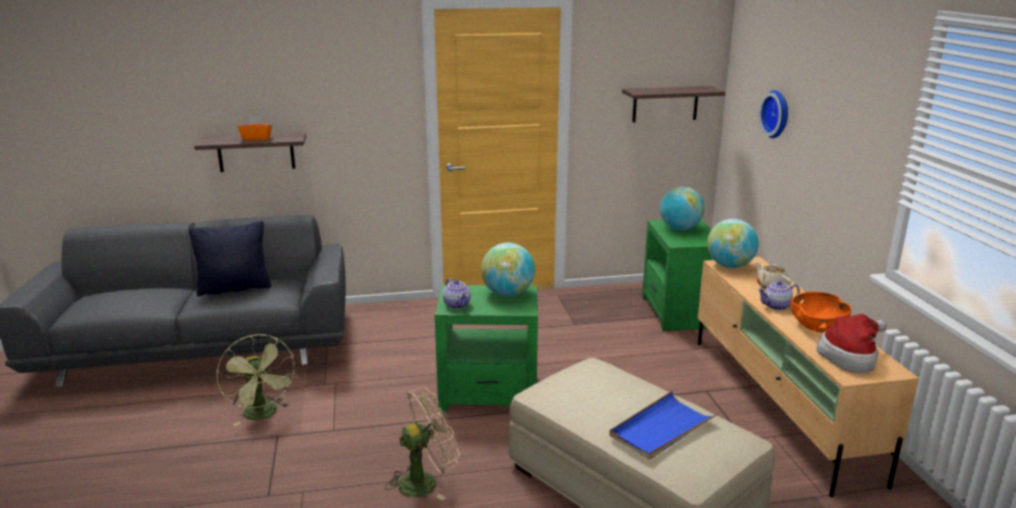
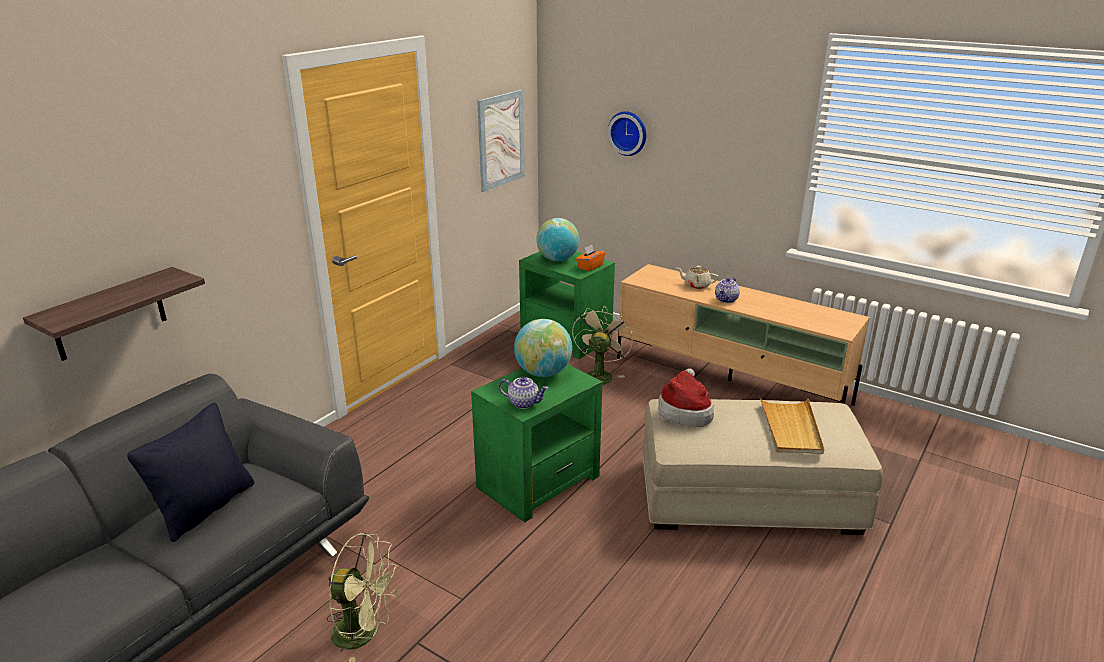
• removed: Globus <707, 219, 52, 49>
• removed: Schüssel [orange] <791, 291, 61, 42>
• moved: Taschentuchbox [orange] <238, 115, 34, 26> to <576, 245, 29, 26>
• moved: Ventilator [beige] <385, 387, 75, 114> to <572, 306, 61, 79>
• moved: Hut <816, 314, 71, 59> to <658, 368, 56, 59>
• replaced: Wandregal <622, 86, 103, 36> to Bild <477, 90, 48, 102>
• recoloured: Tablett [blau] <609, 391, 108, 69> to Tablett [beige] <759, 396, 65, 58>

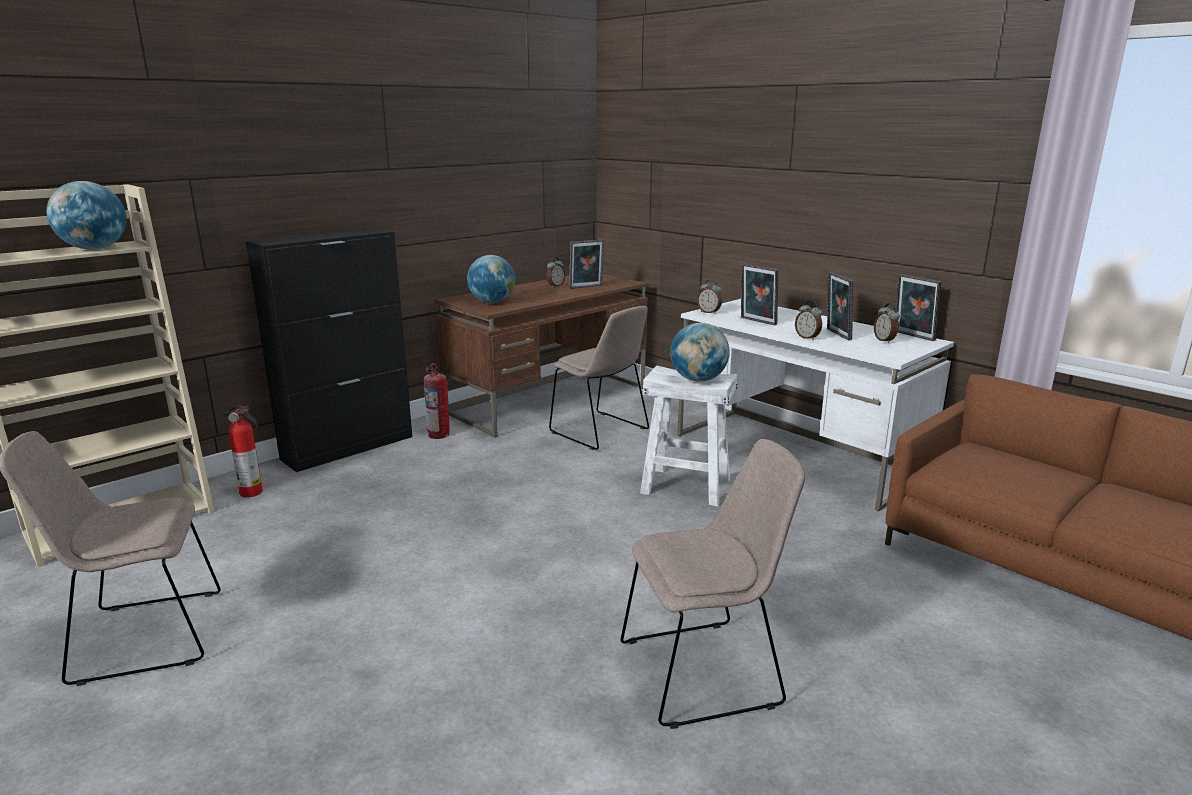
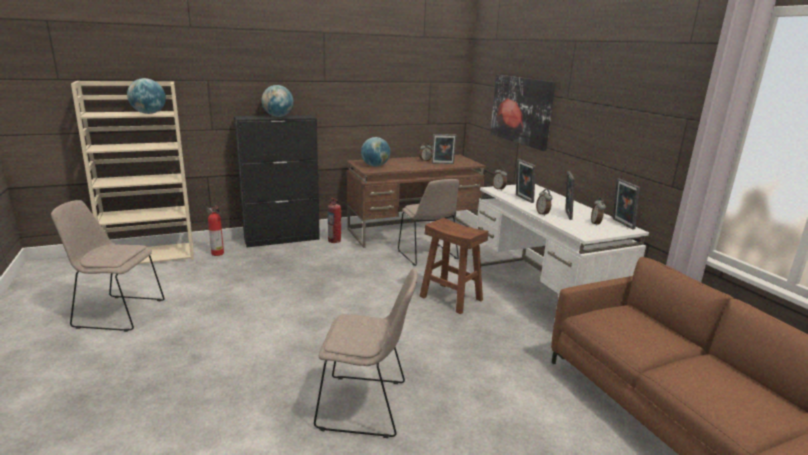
• added: Bild <490, 75, 66, 76>
• moved: Globus <670, 323, 60, 59> to <262, 85, 32, 32>
• recoloured: Hocker [weiß] <640, 366, 98, 140> to Hocker [braun] <419, 218, 69, 96>

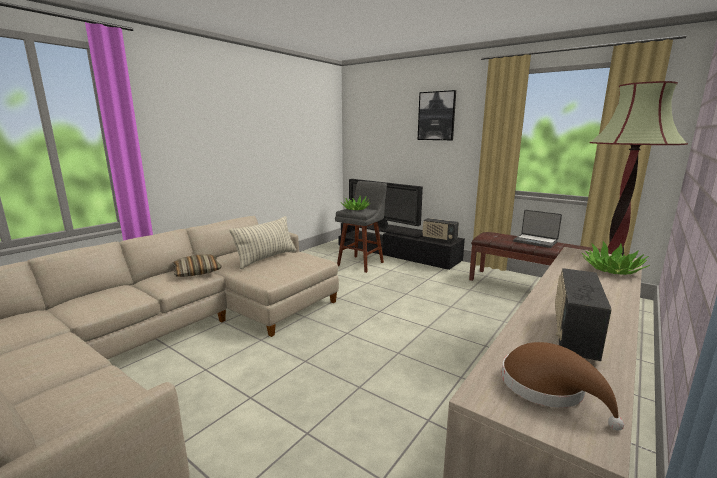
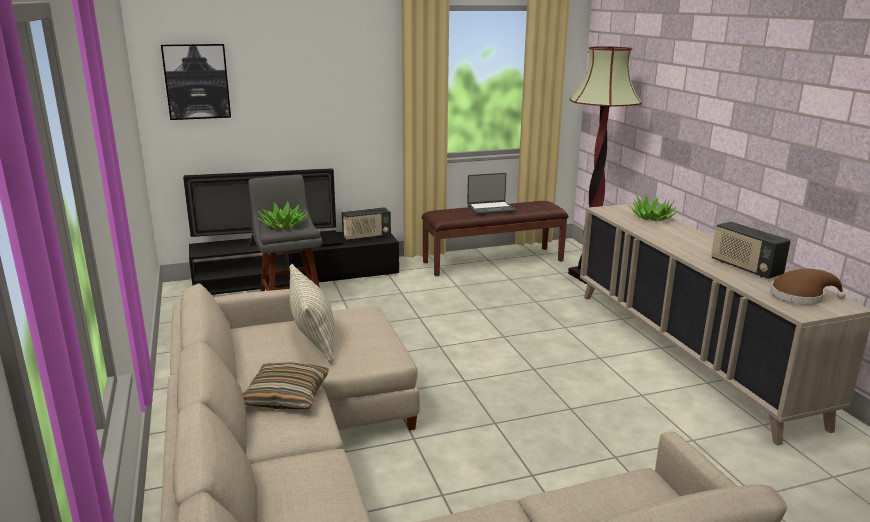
• moved: Bild <418, 90, 38, 50> to <161, 44, 70, 76>

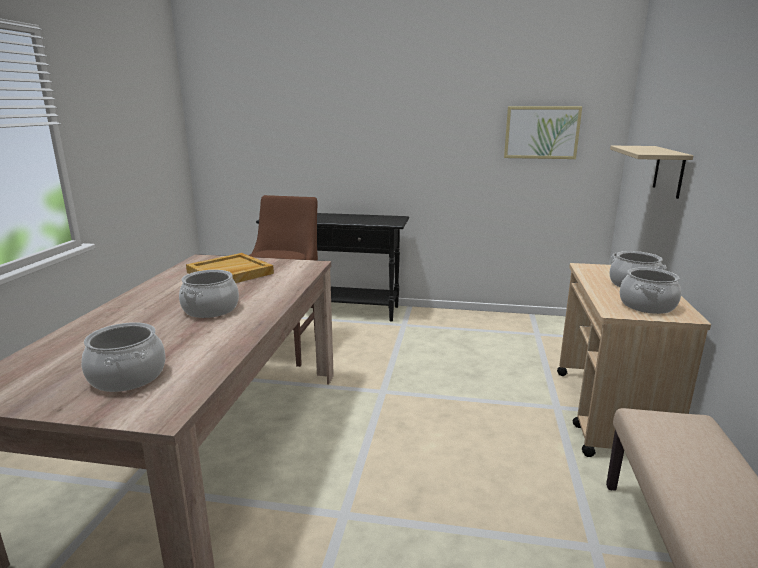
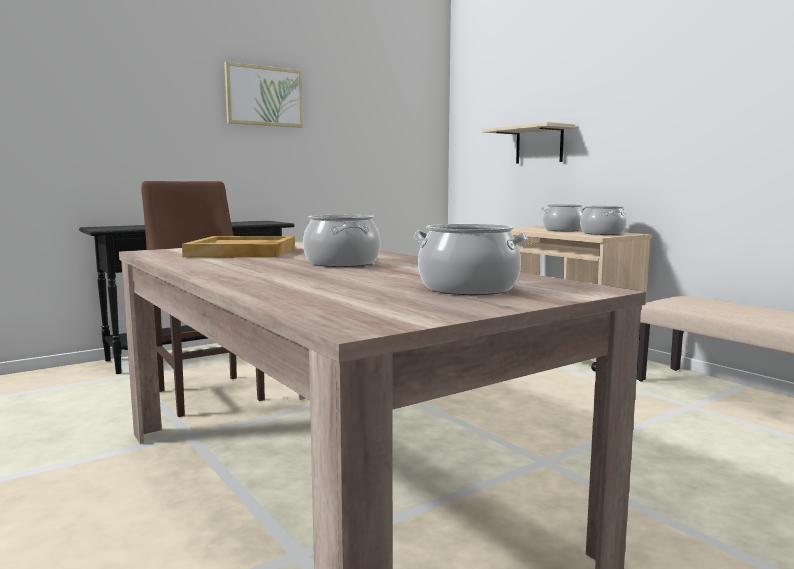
• moved: Bild <504, 106, 78, 53> to <224, 62, 79, 66>

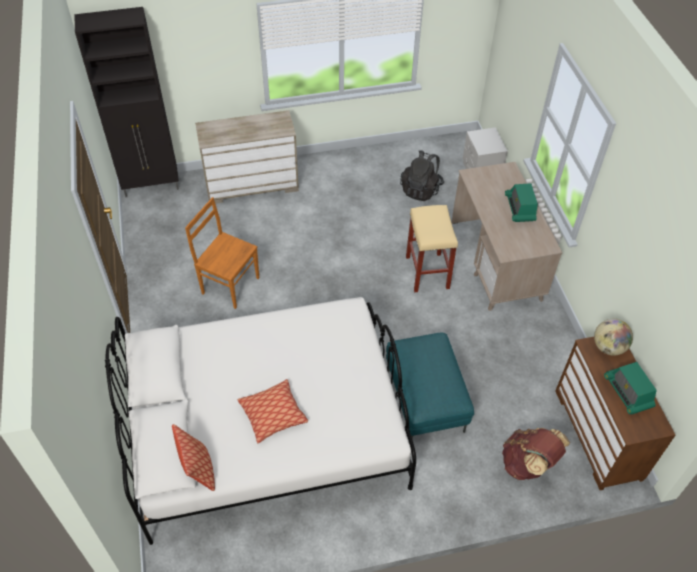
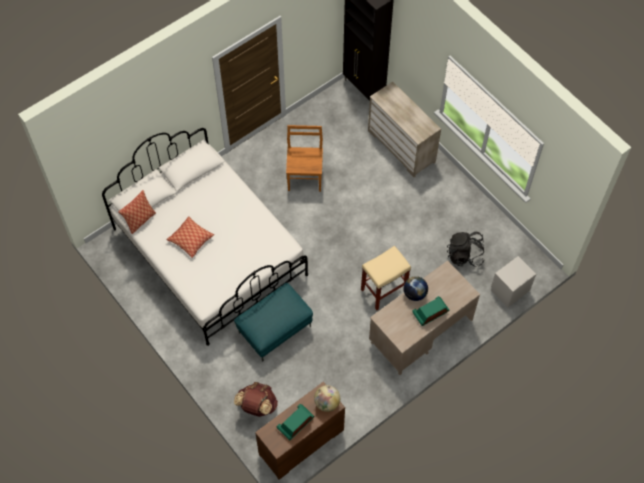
• added: Globus <404, 276, 24, 25>

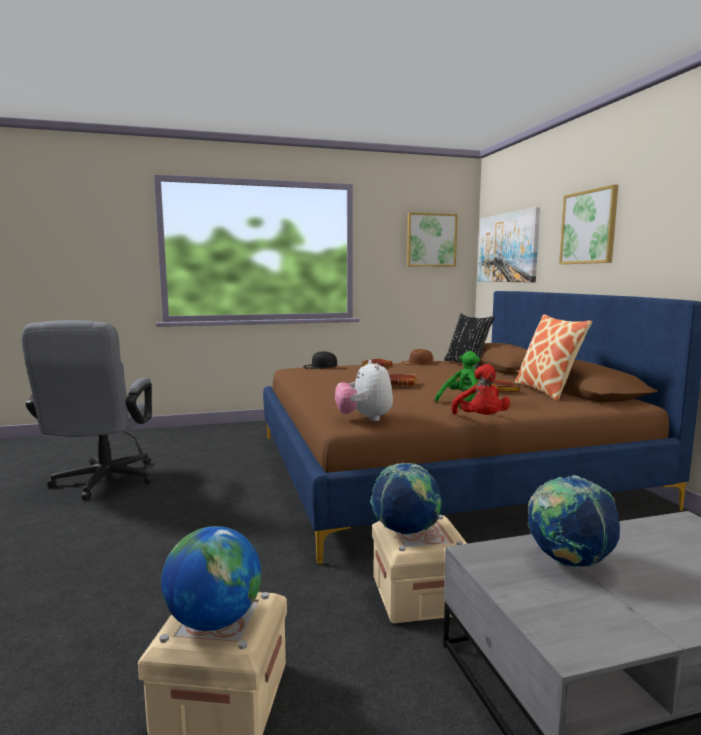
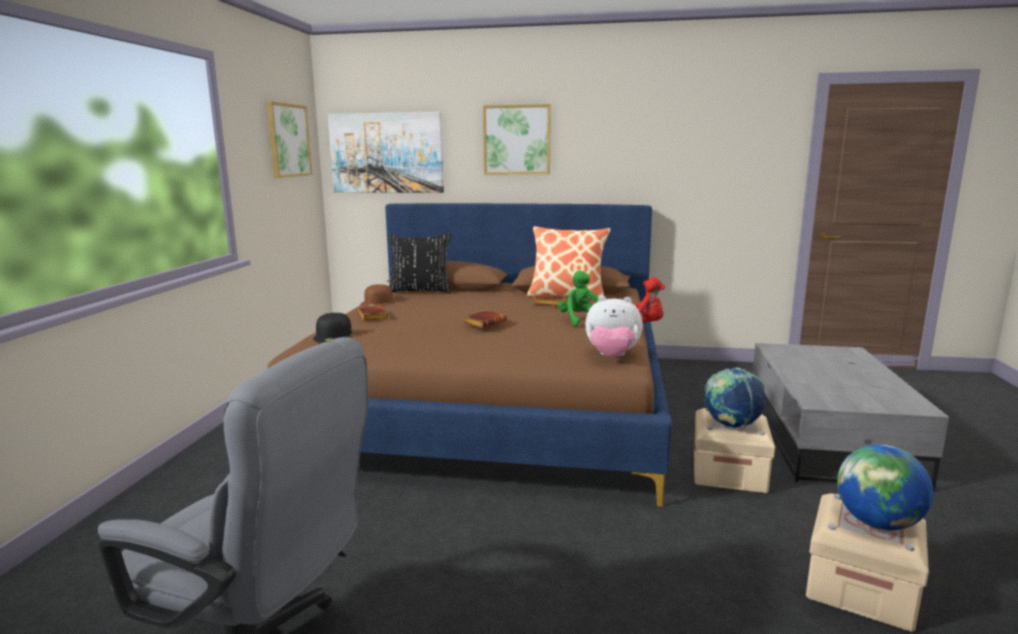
• removed: Globus <527, 475, 93, 93>

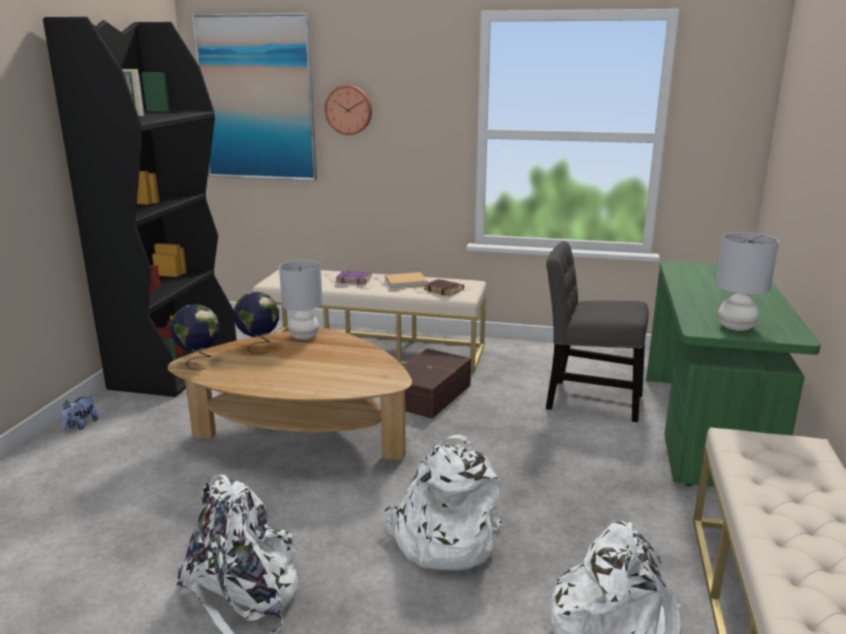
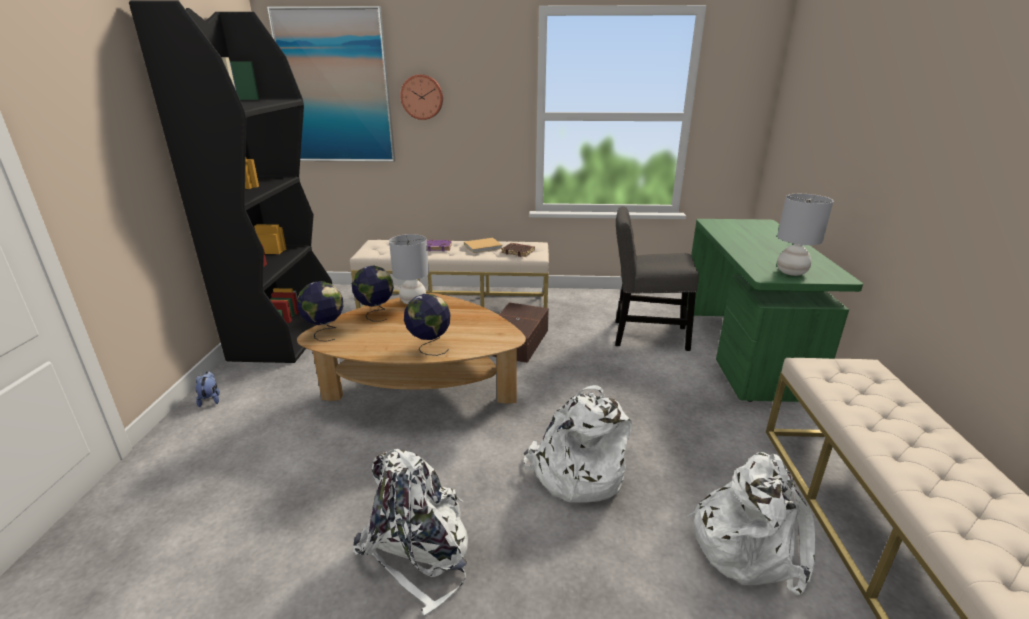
• added: Globus <404, 294, 47, 62>
• turned: Plüschtier <61, 395, 38, 35> = <196, 371, 24, 36> 150 degrees clockwise

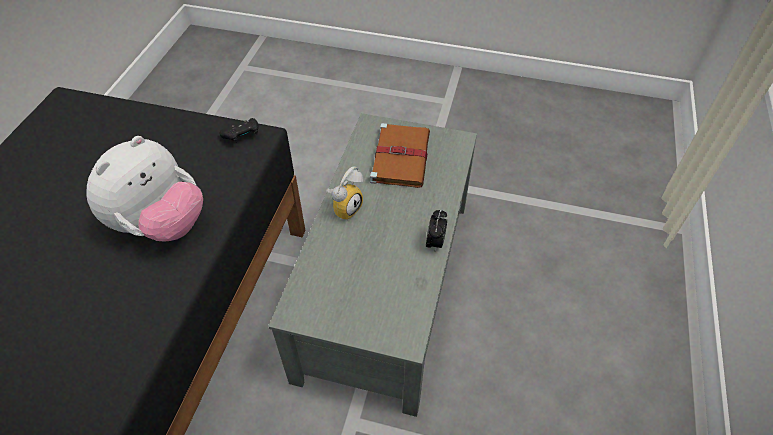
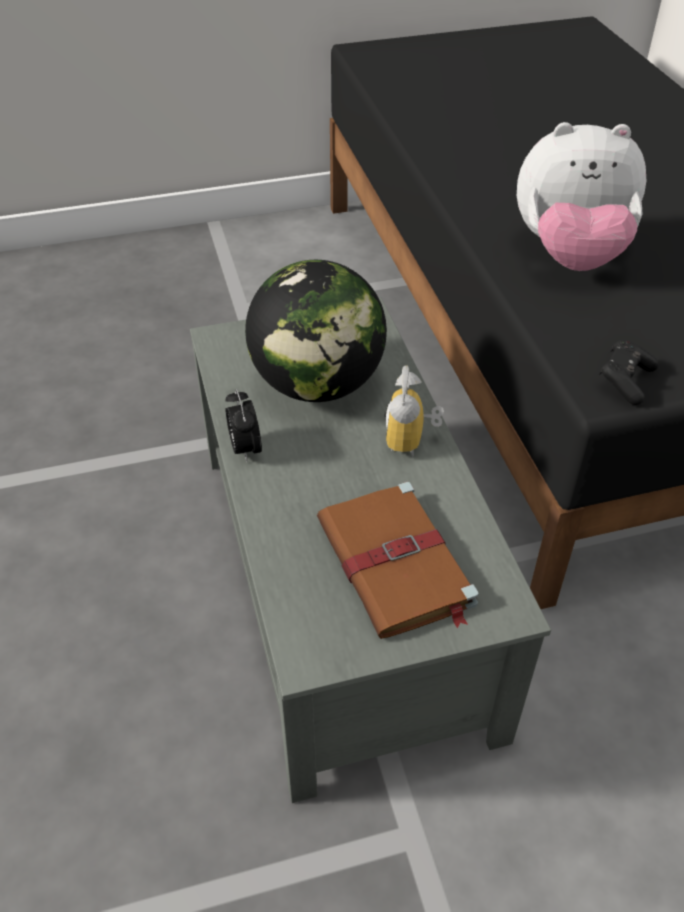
• added: Globus <245, 260, 142, 142>
• turned: Plüschtier <86, 136, 117, 105> = <517, 122, 129, 149> 90 degrees counterclockwise

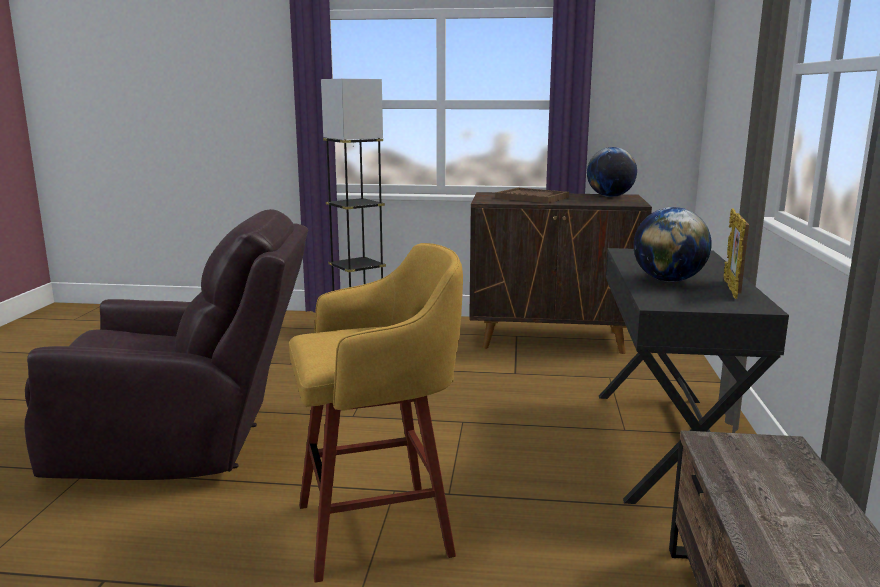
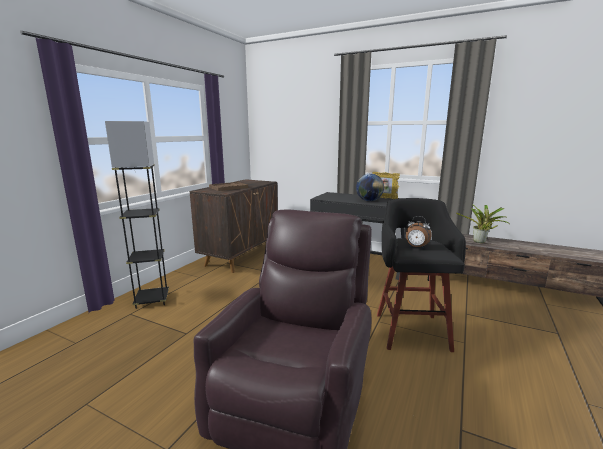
• removed: Globus <587, 147, 50, 50>
• added: Wecker <406, 216, 25, 32>
• added: Topfpflanze <456, 204, 52, 39>
• recoloured: Hocker [gelb] <289, 243, 174, 340> to Hocker [schwarz] <377, 198, 89, 154>

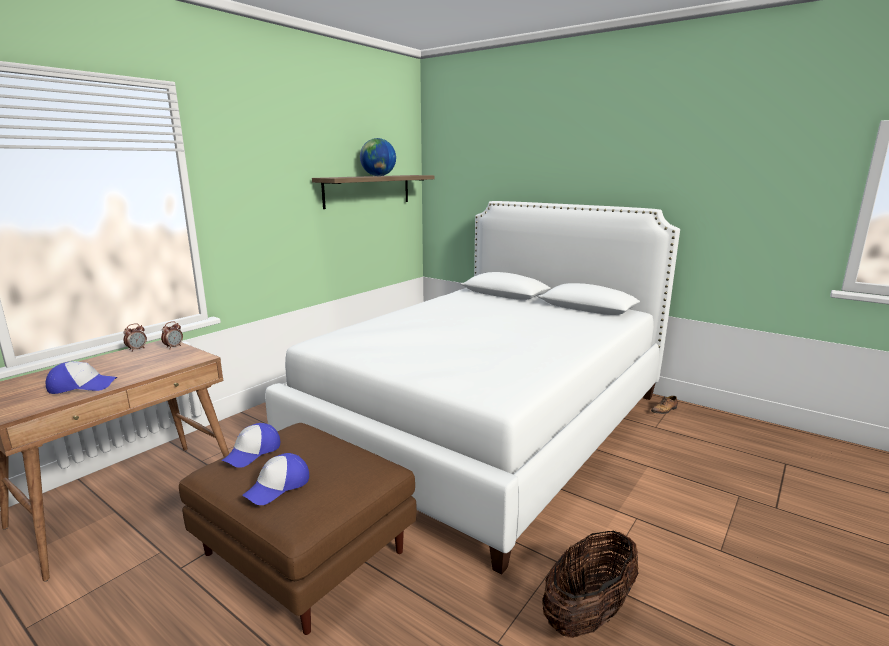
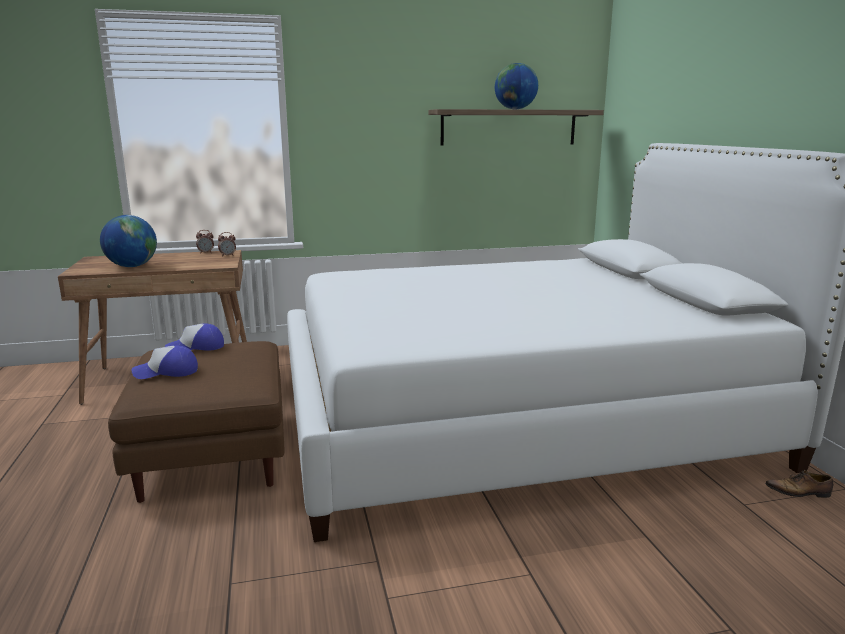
• removed: Korb <542, 531, 97, 107>
• replaced: Kappe <46, 361, 71, 33> to Globus <100, 215, 57, 52>

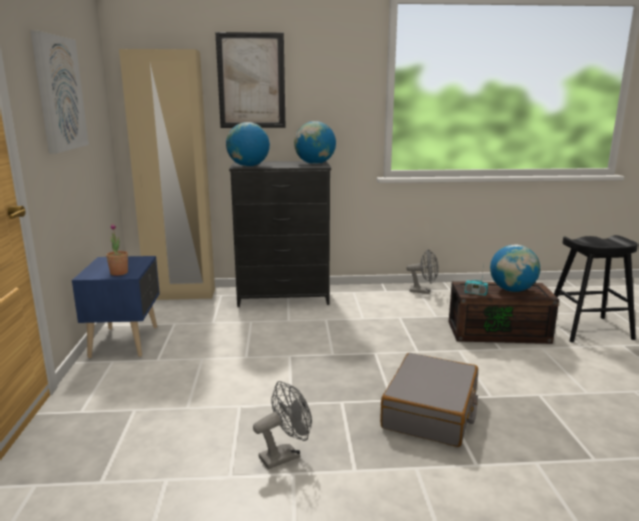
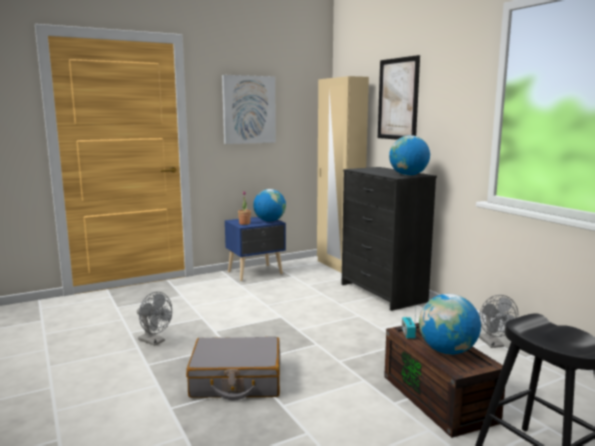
• moved: Globus <226, 122, 44, 44> to <253, 189, 33, 33>

